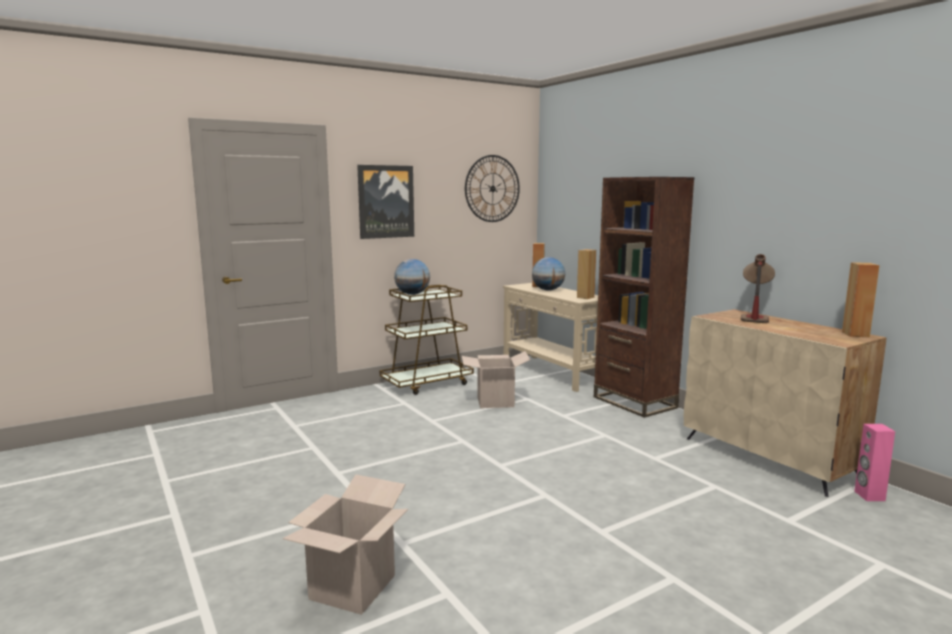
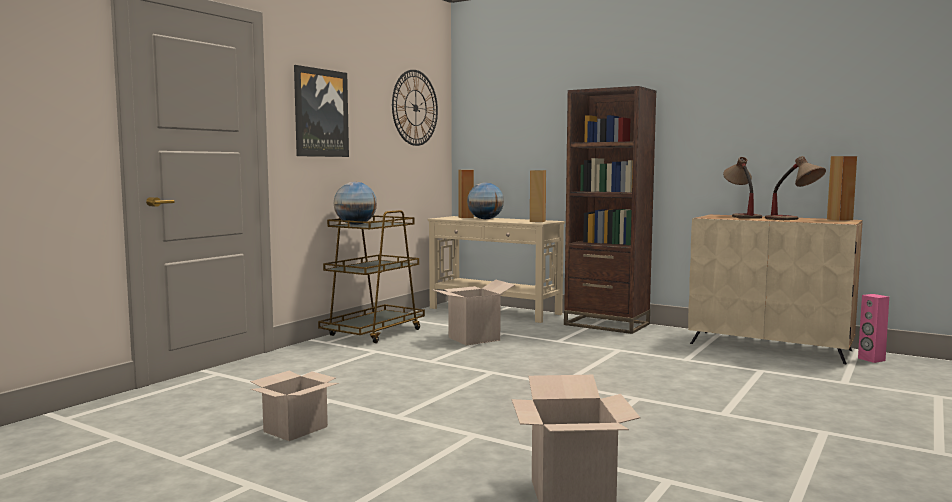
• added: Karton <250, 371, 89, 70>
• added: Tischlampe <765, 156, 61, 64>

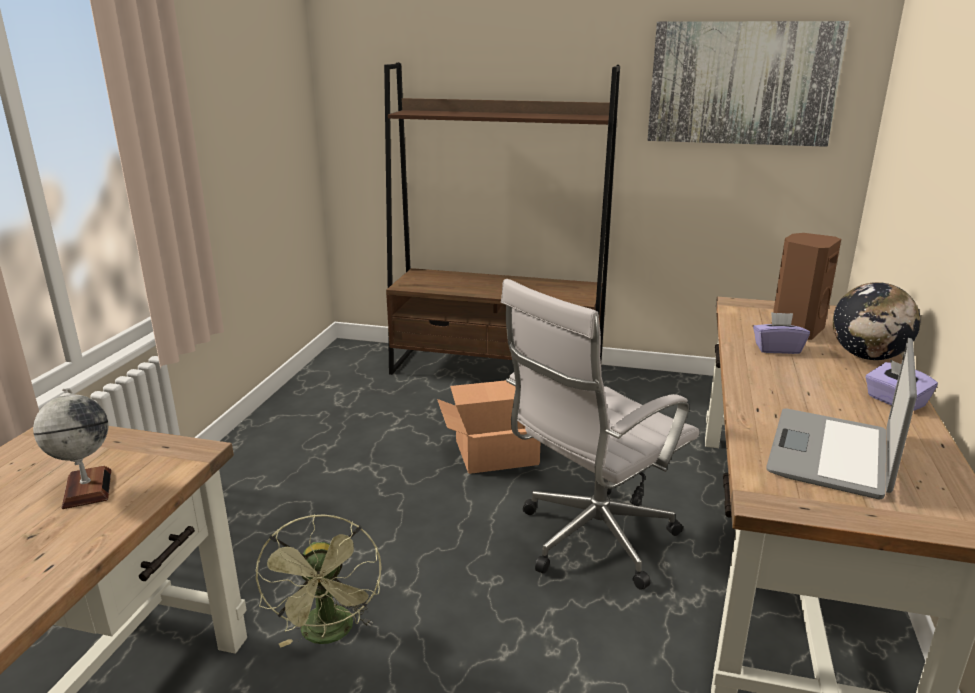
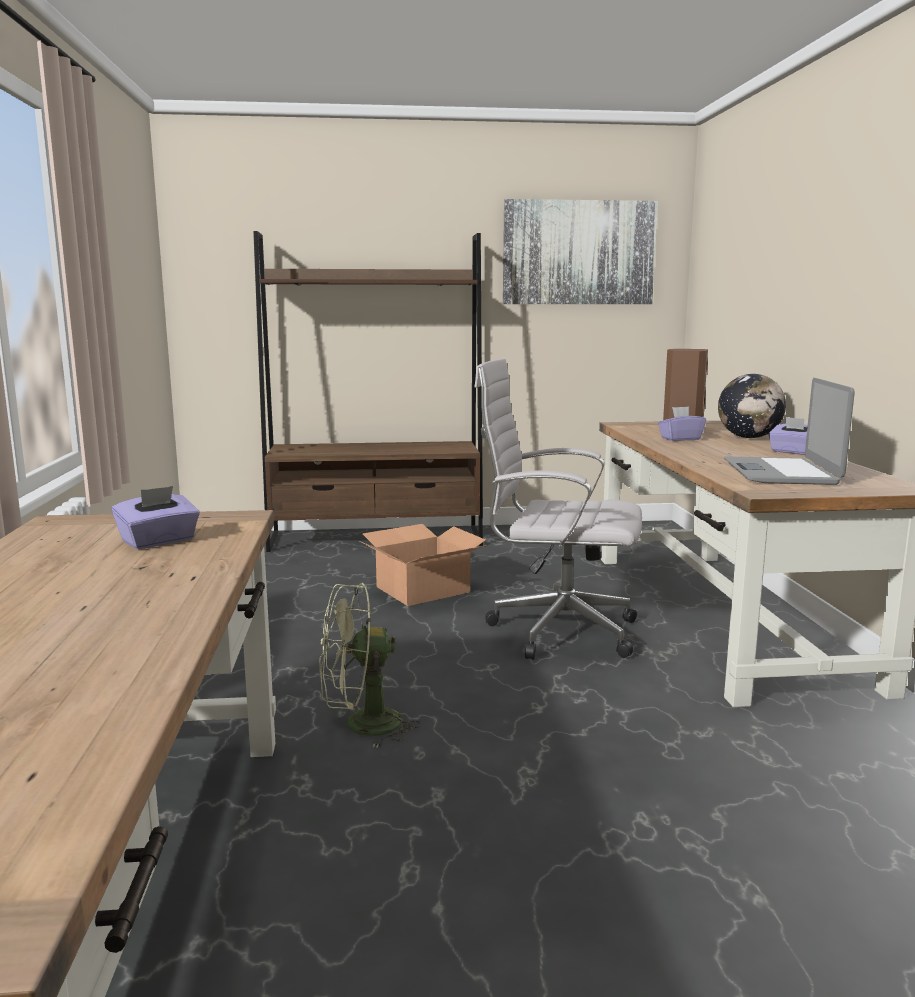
• replaced: Globus <33, 388, 78, 121> to Taschentuchbox [lila] <112, 486, 88, 63>
• turned: Ventilator [grün] <255, 514, 127, 134> = <319, 583, 102, 165> 105 degrees clockwise
• turned: Bürostuhl [weiß] <501, 279, 198, 311> = <474, 358, 168, 302> 75 degrees clockwise

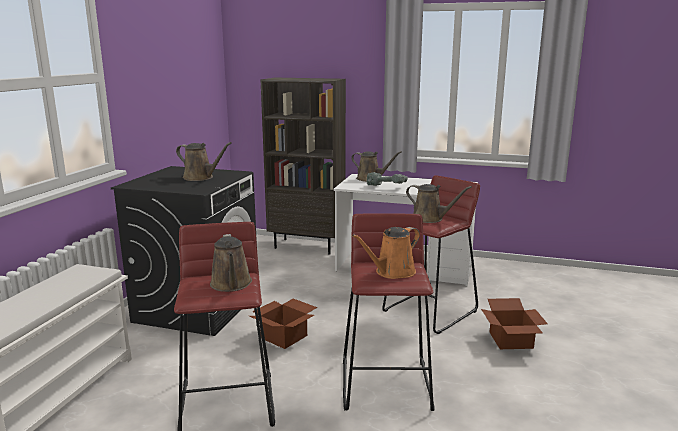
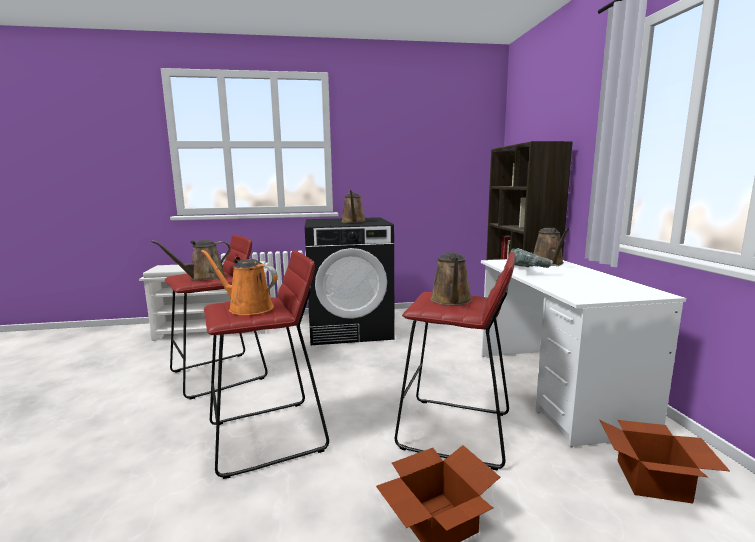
• moved: Karton <249, 298, 68, 51> to <599, 420, 131, 83>

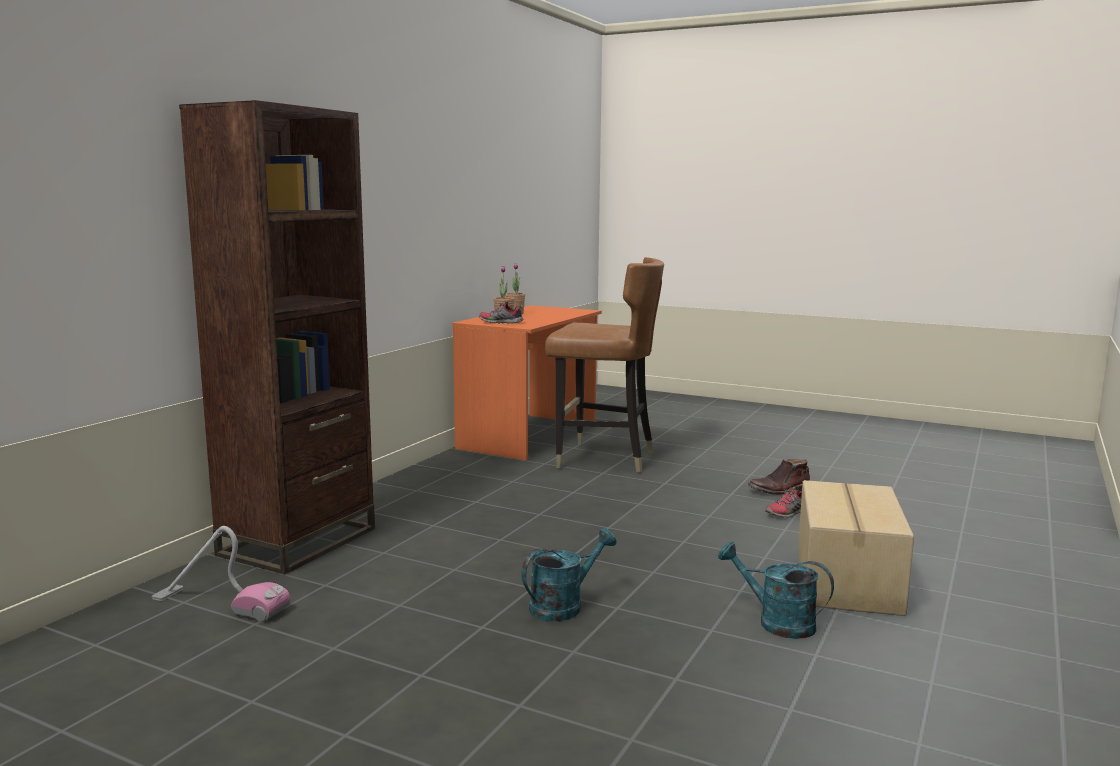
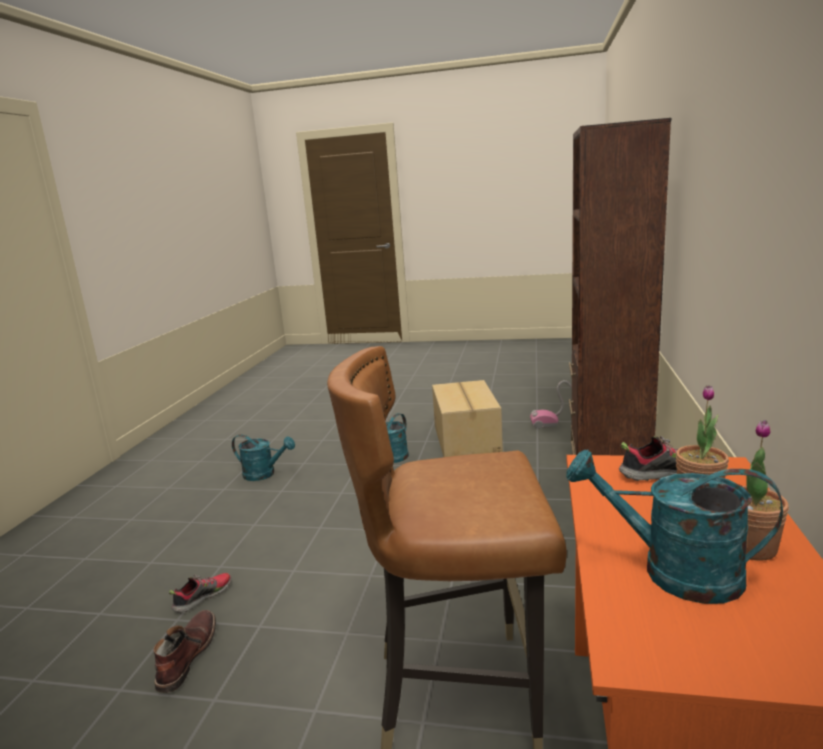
• added: Gießkanne [türkis] <566, 450, 217, 154>
• moved: Karton <798, 480, 116, 136> to <432, 380, 71, 77>
• turned: Stiefel [braun] <748, 459, 63, 36> = <153, 610, 63, 83> 45 degrees counterclockwise

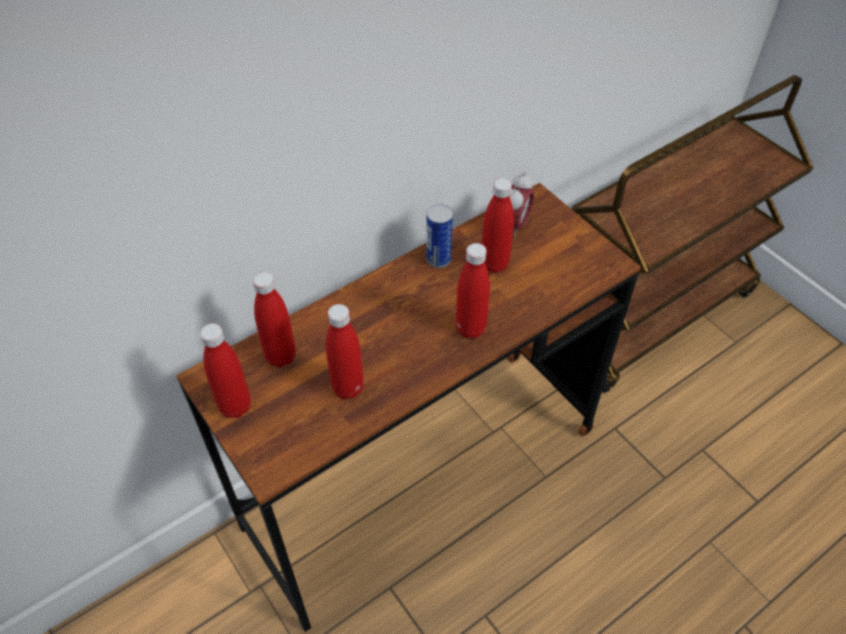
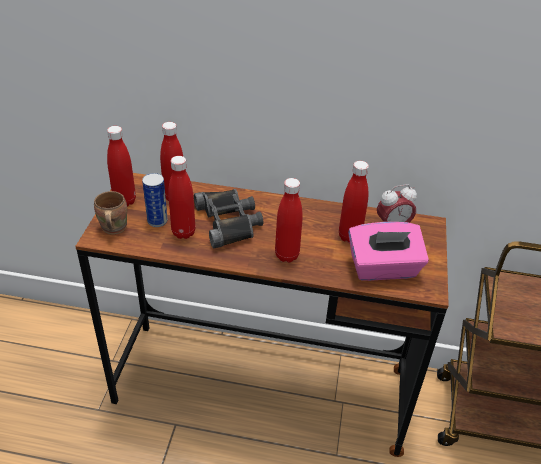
• added: Henkelbecher [braun] <94, 191, 33, 43>
• added: Fernglas [schwarz] <194, 189, 69, 59>
• added: Taschentuchbox [rosa] <348, 222, 81, 59>
• moved: Dose <426, 204, 27, 64> to <142, 173, 26, 54>

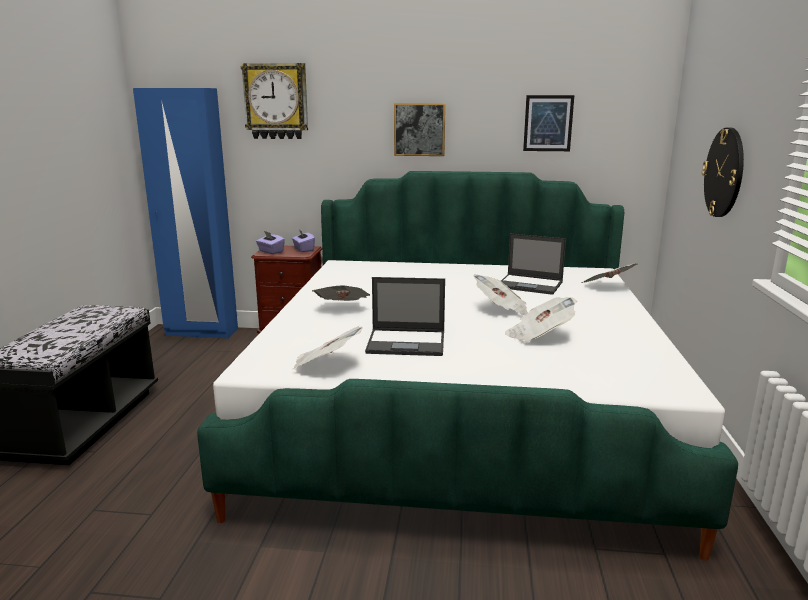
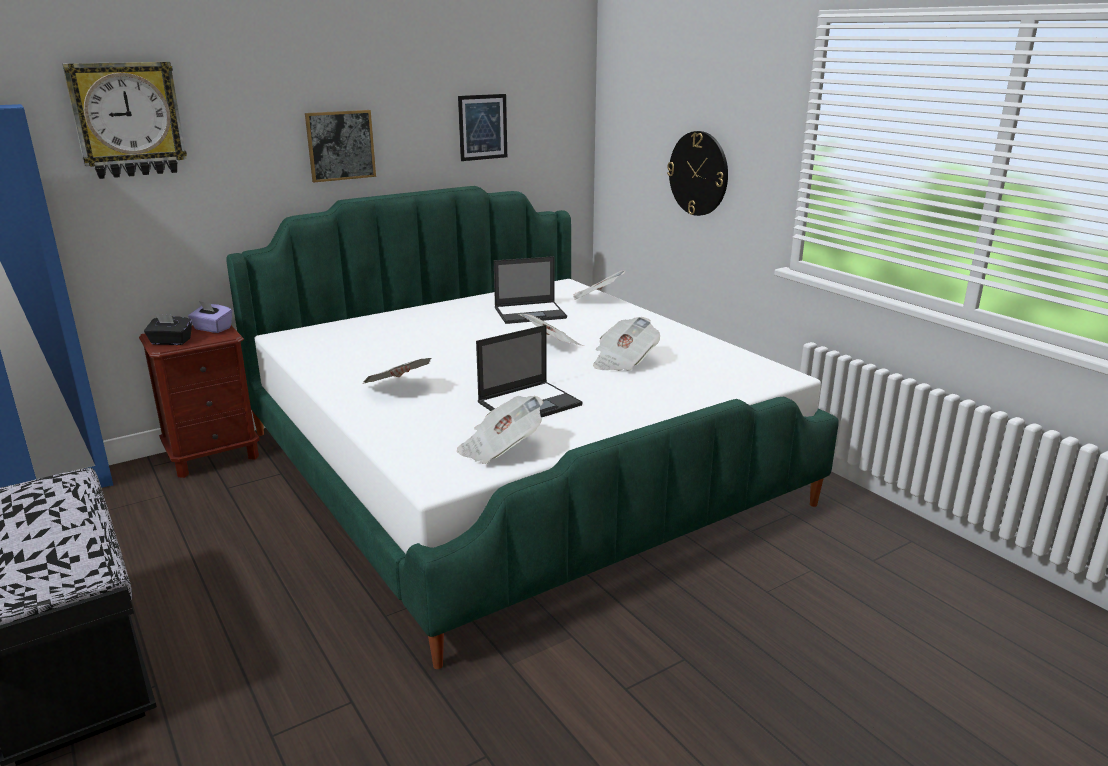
• recoloured: Taschentuchbox [lila] <256, 231, 29, 23> to Taschentuchbox [schwarz] <144, 314, 48, 31>

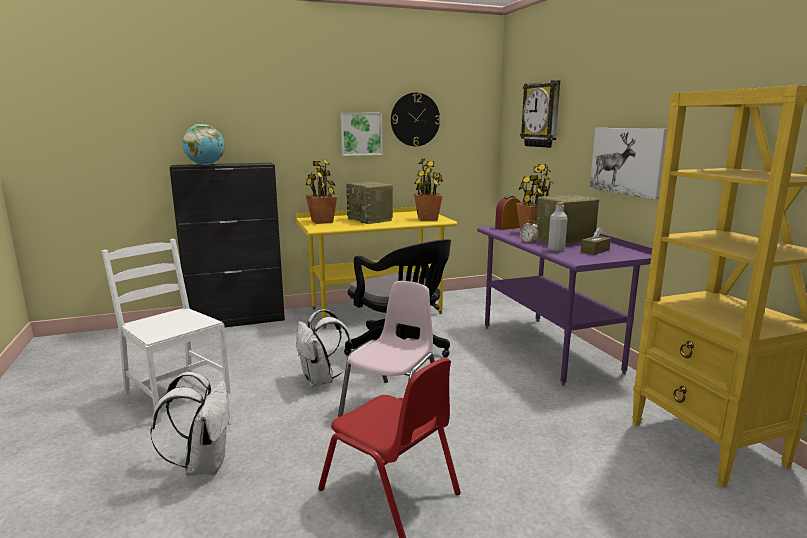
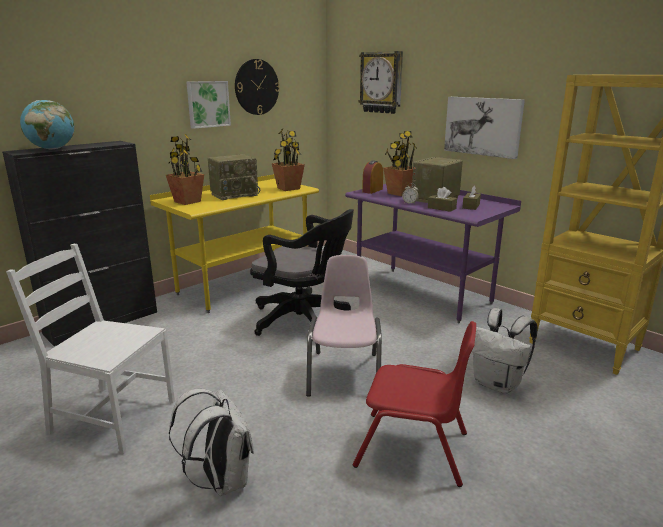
• moved: Rucksack [weiß] <296, 309, 57, 78> to <471, 308, 67, 86>
• replaced: Flasche [grau] <548, 202, 20, 49> to Taschentuchbox [braun] <428, 187, 29, 25>
• turned: Radio <346, 181, 47, 43> = <208, 154, 52, 46> 60 degrees counterclockwise

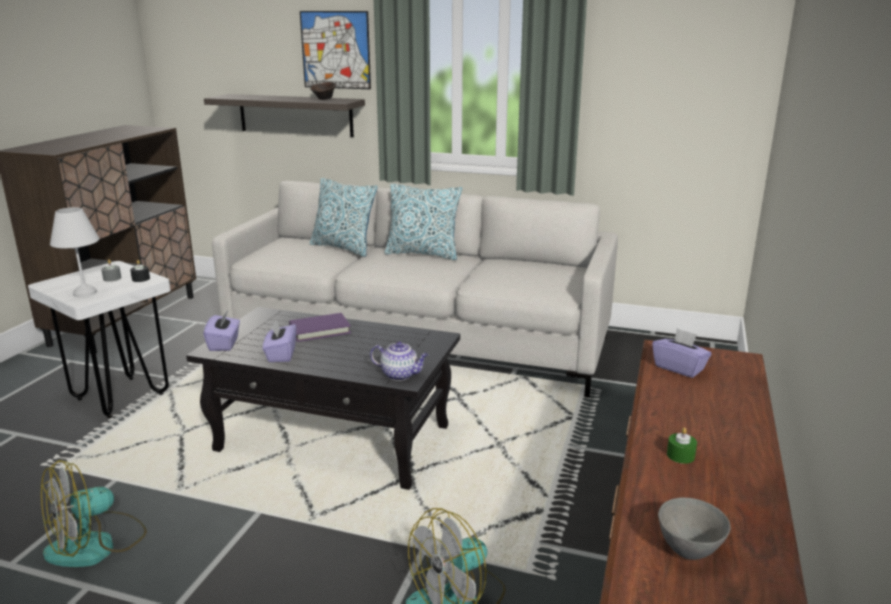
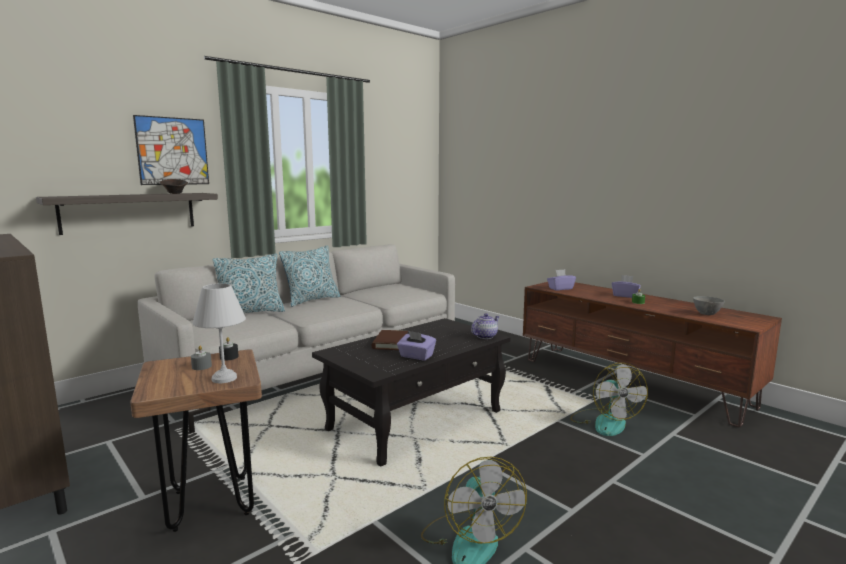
• moved: Taschentuchbox [lila] <203, 311, 37, 40> to <612, 275, 29, 23>
• recoloured: Hocker [weiß] <28, 261, 143, 157> to Hocker [braun] <130, 349, 132, 183>
• recoloured: Buch [lila] <289, 313, 62, 29> to Buch [braun] <372, 330, 36, 20>

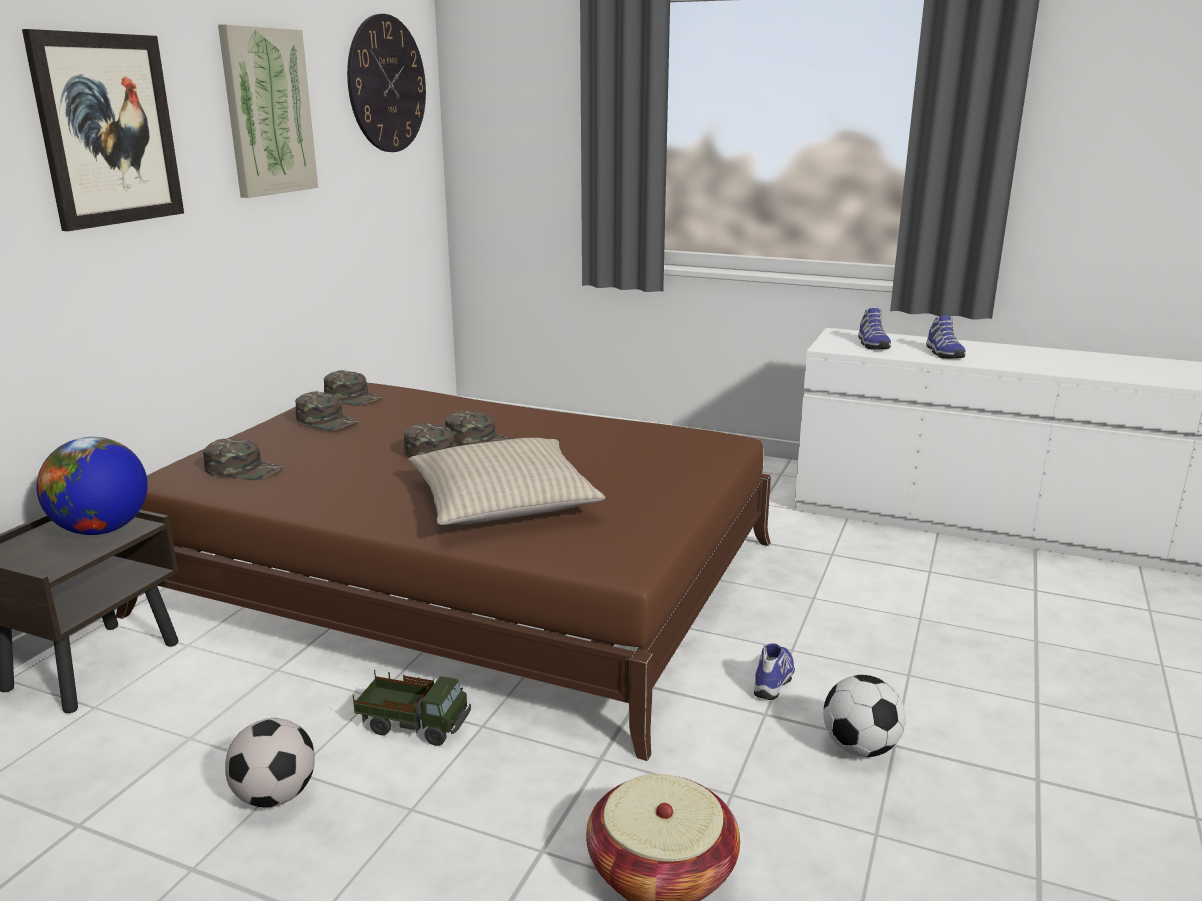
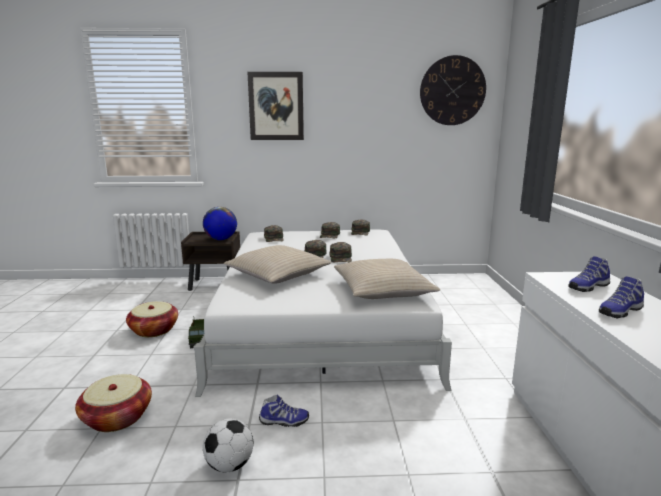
• removed: Bild <218, 24, 100, 174>
• added: Kissen [beige] <334, 259, 106, 40>
• replaced: Fußball <225, 718, 90, 90> to Korb <126, 301, 52, 36>
• recoloured: Bett [braun] <116, 383, 655, 378> to Bett [weiß] <194, 229, 258, 168>

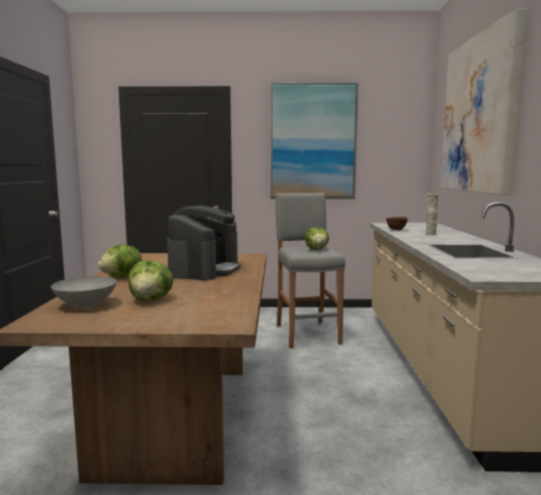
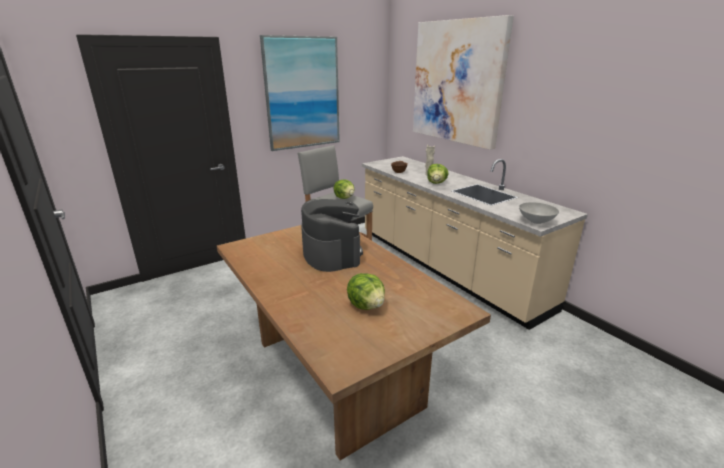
• moved: Schüssel [grau] <51, 276, 66, 32> to <519, 202, 40, 22>
• moved: Salatkopf <98, 245, 44, 33> to <427, 164, 21, 20>

